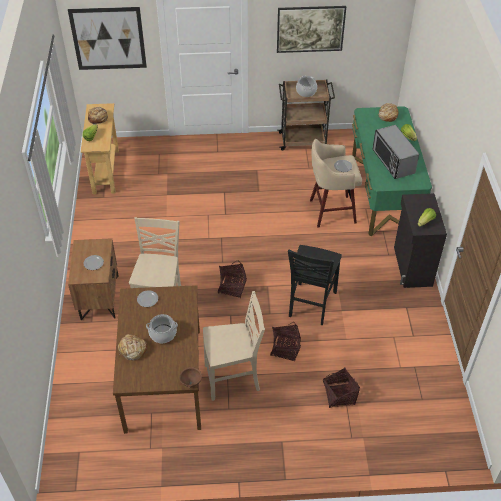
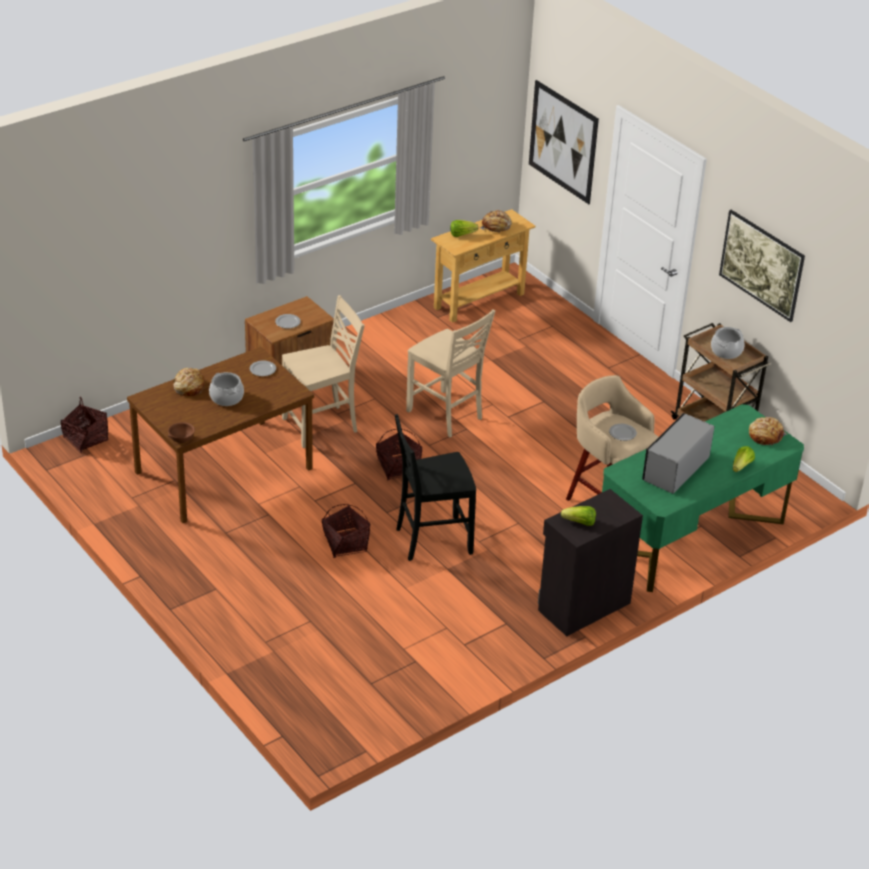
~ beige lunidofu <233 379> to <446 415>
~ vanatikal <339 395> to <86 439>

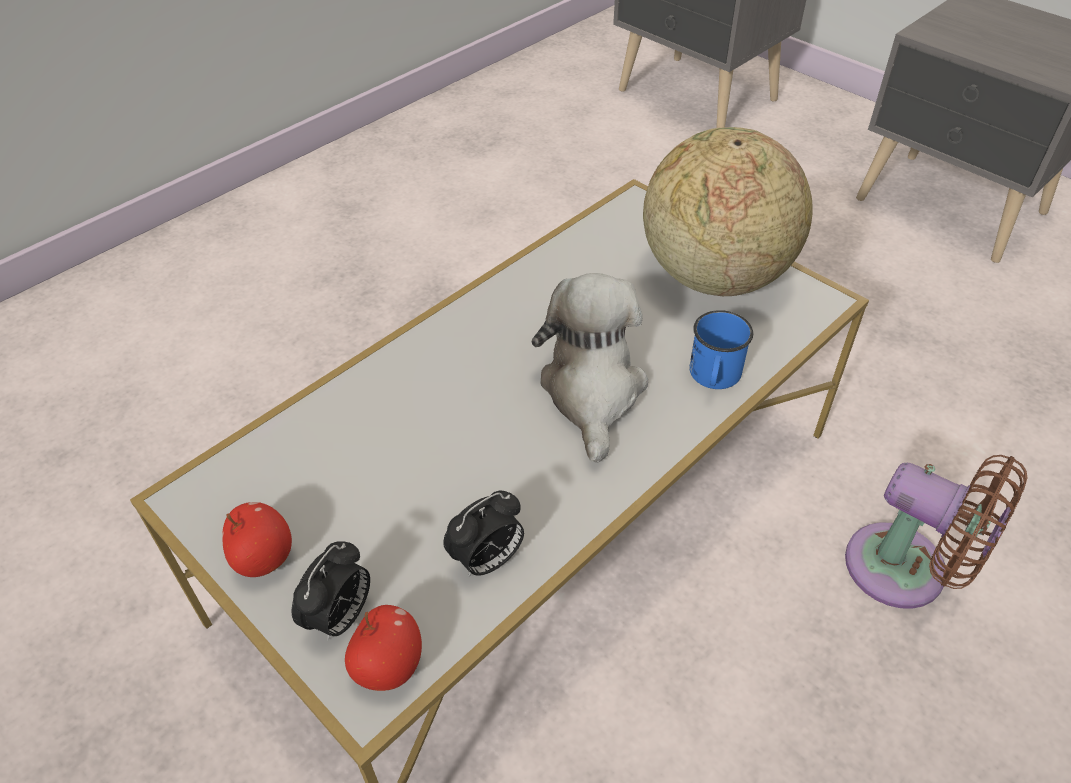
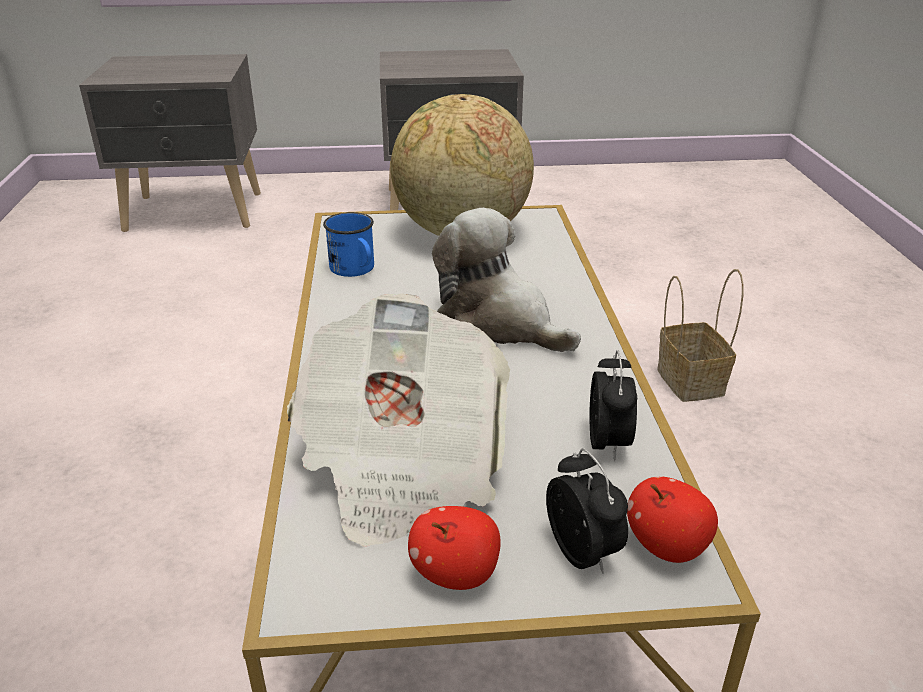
~ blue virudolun <714 377> to <355 270>
~ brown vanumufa <906 572> to vanatikal <688 380>
+ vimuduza <401 463>

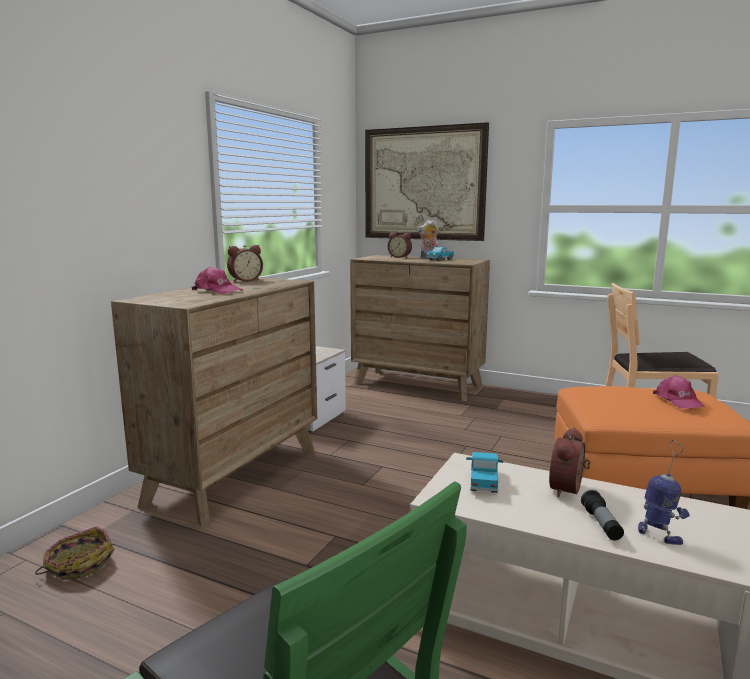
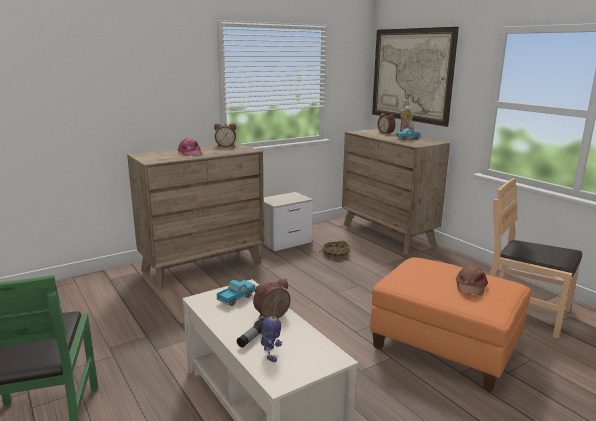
~ vanatikal <79 564> to <335 253>
~ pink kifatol <678 401> to brown kifatol <470 286>

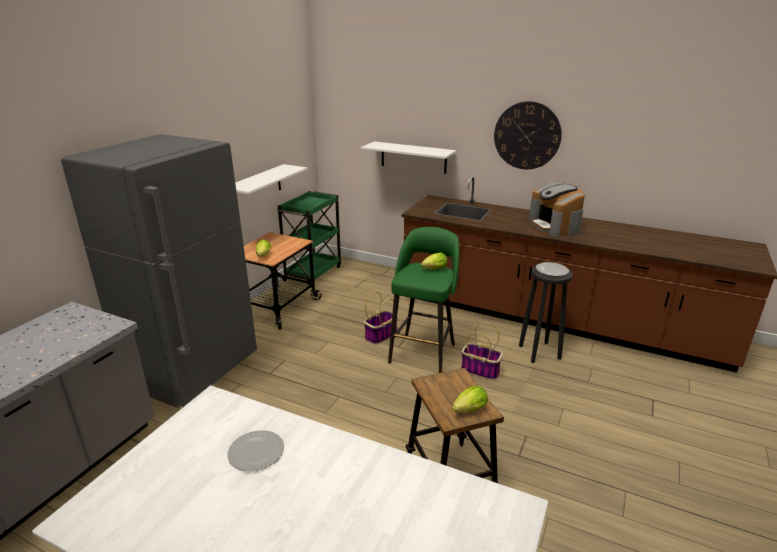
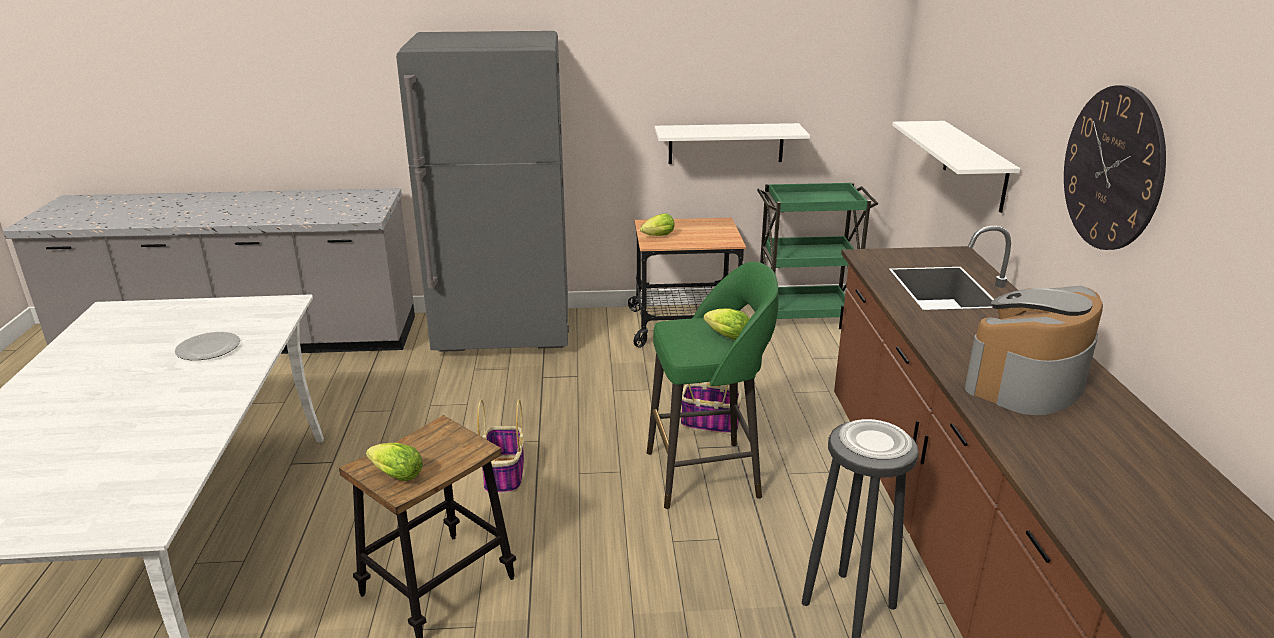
~ vanatikal <481 370> to <504 475>

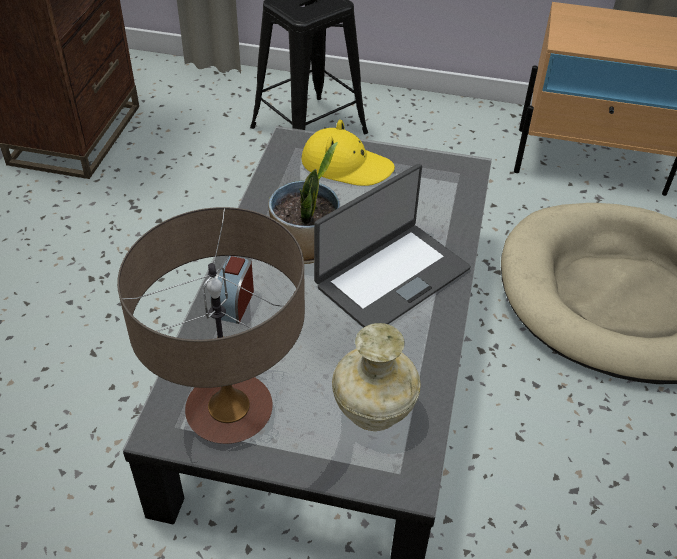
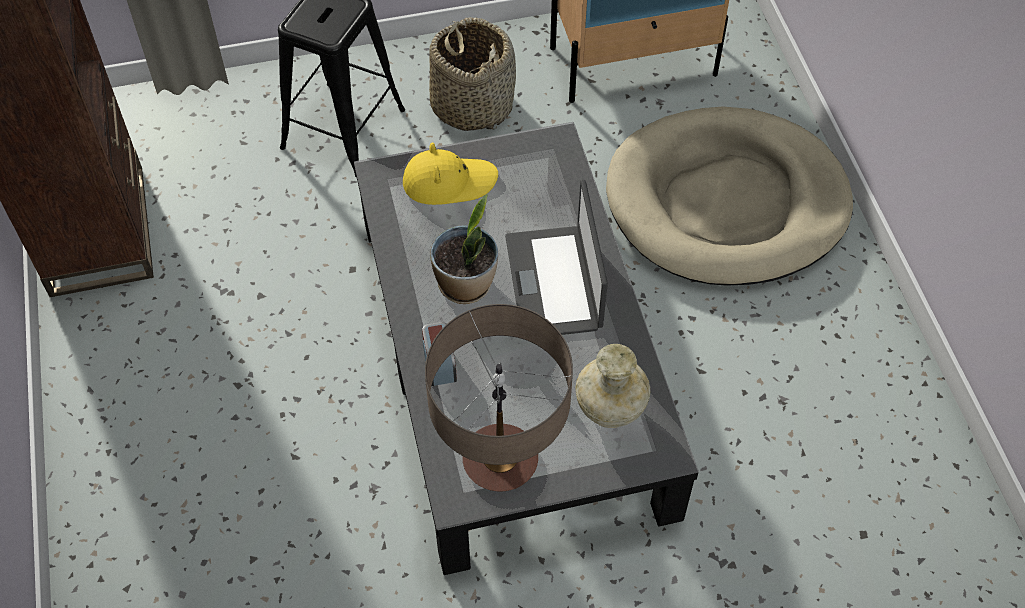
~ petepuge <391 276> = <555 282> 150 degrees clockwise
+ vanatikal <472 104>

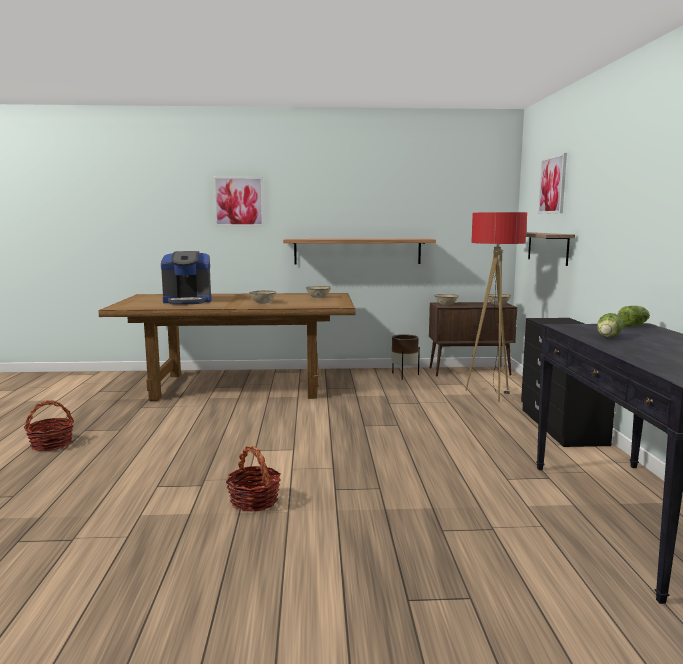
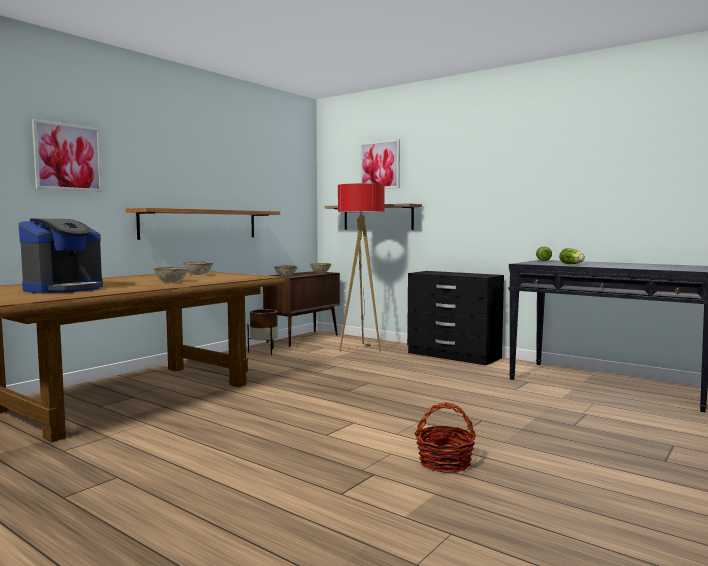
- vanatikal <51 444>

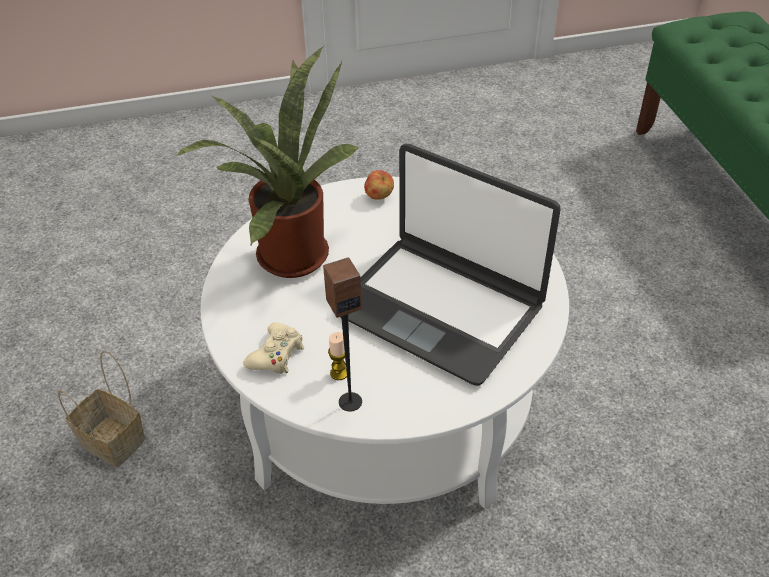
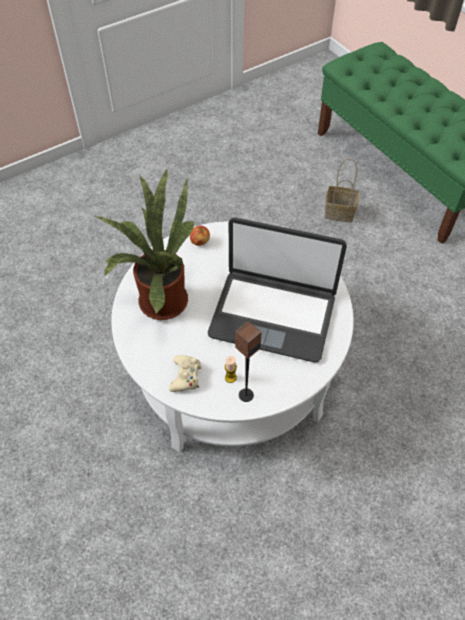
~ vanatikal <115 441> to <340 212>

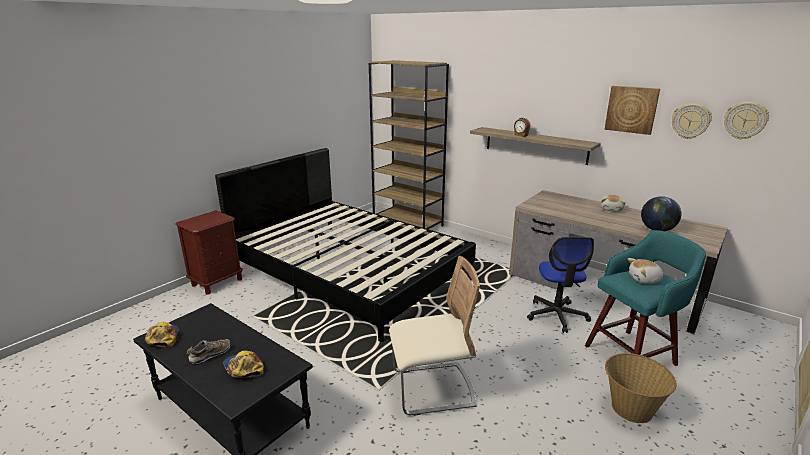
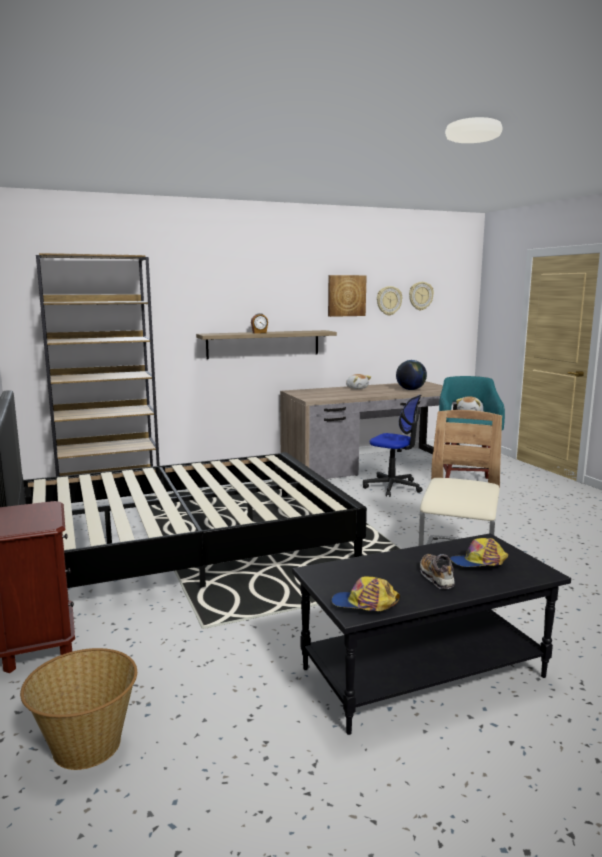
~ vanatikal <631 409> to <86 746>

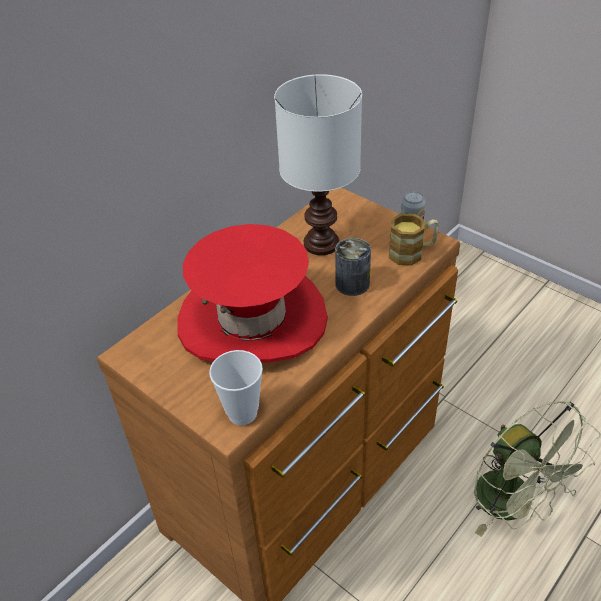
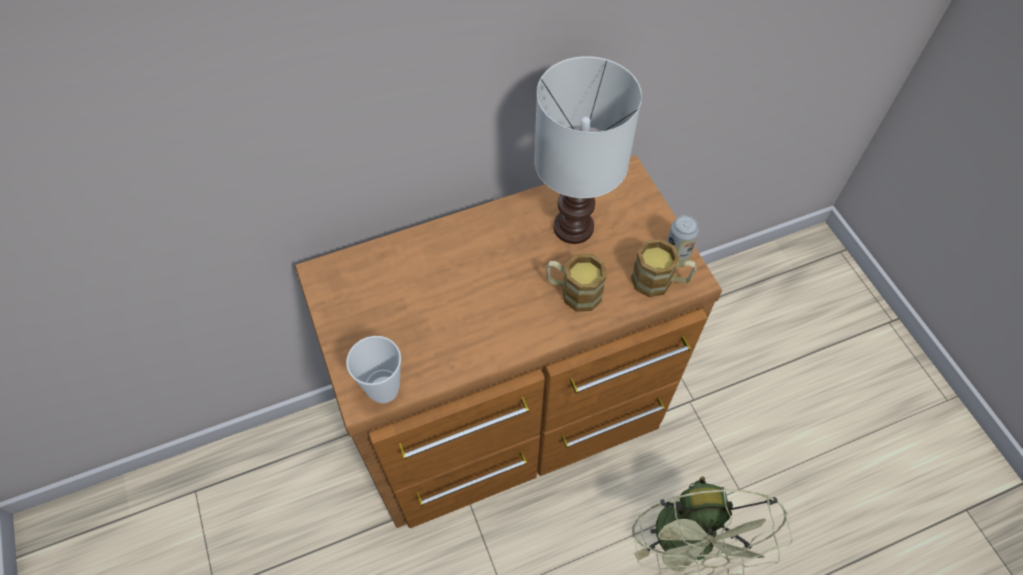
- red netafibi <252 319>
~ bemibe <352 284> to virudolun <573 292>

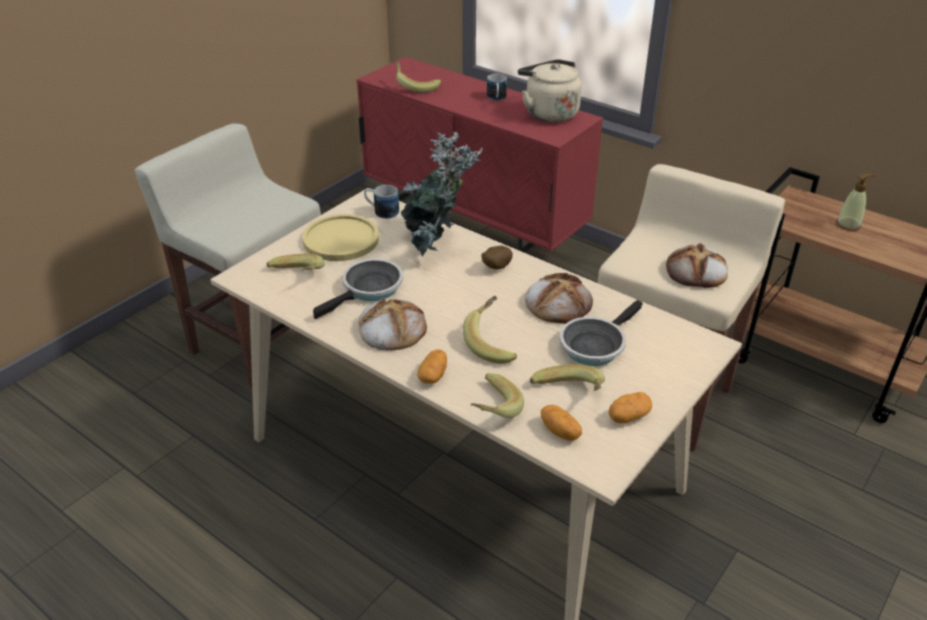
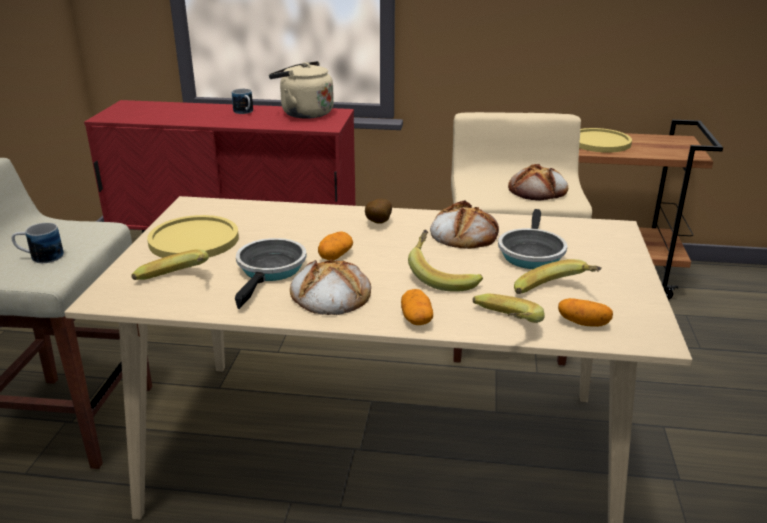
~ virudolun <381 211> to <40 257>
- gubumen <416 87>
- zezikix <436 248>
~ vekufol <628 416> to <335 256>
~ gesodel <848 224> to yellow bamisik <599 142>

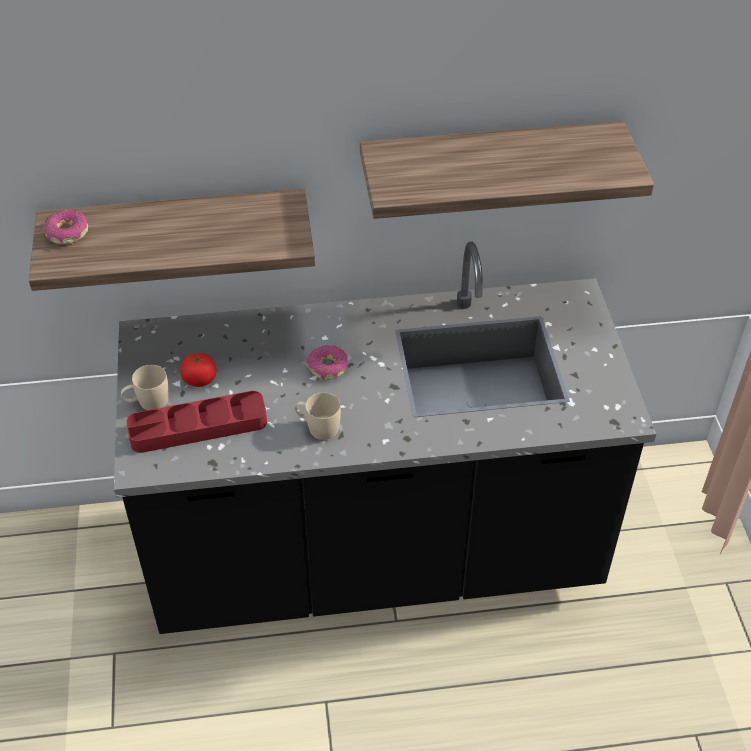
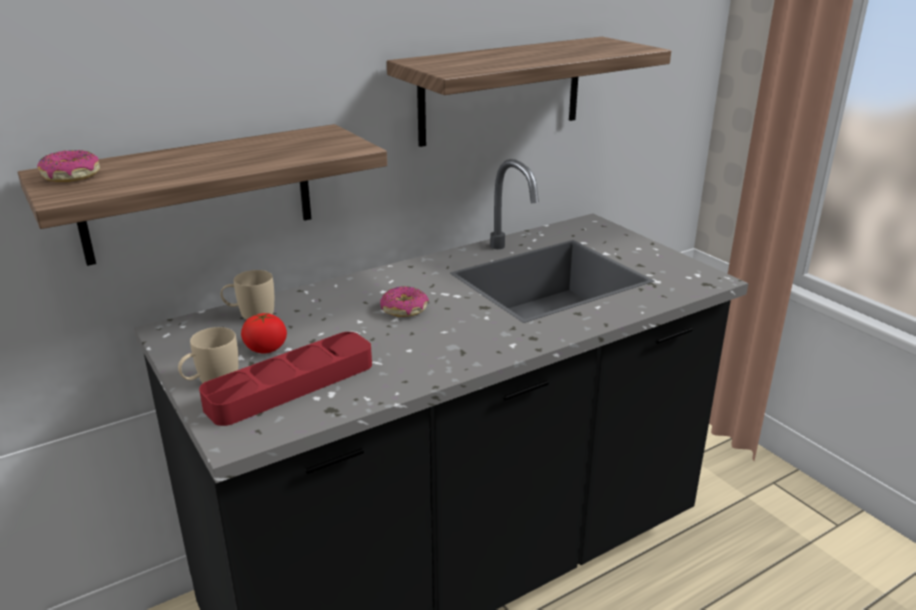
~ beige virudolun <317 427> to <250 314>

